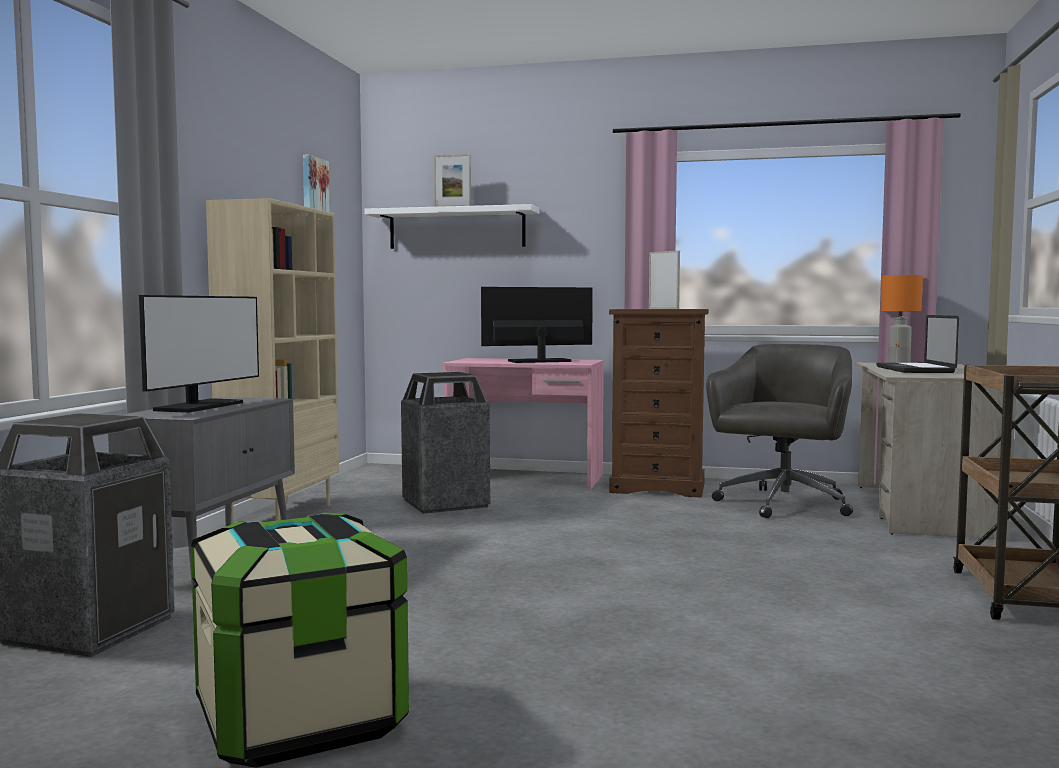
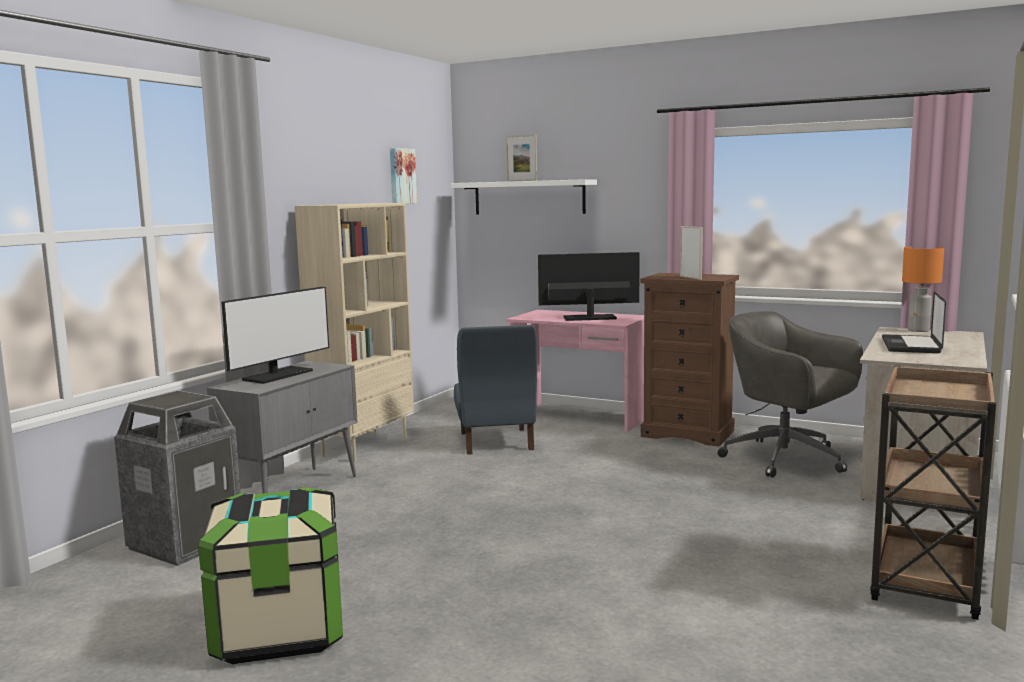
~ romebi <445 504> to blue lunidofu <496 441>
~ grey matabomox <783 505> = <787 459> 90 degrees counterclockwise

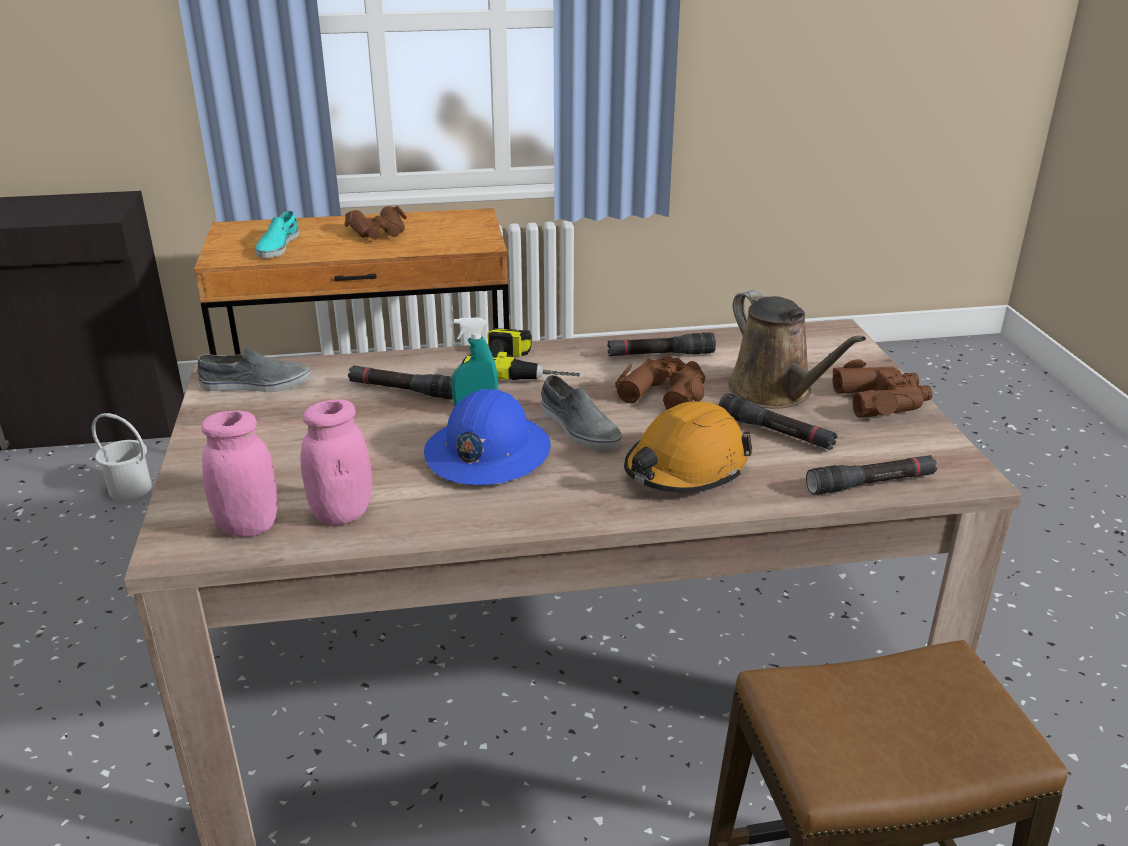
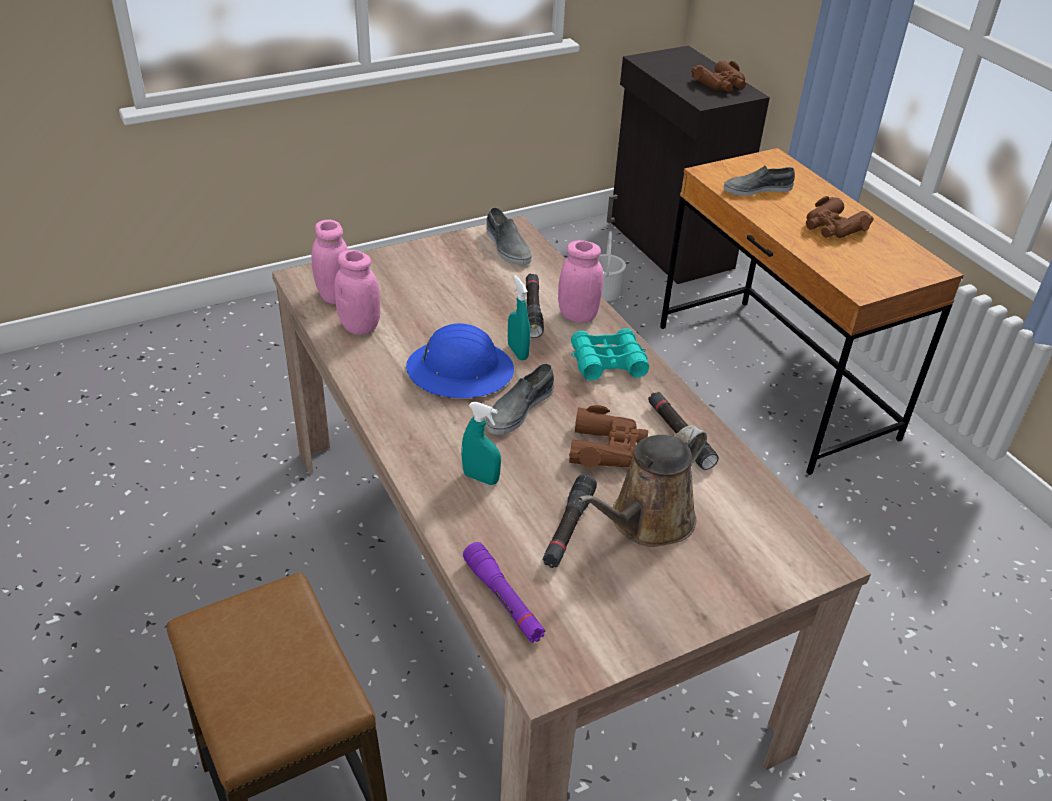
~ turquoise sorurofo <277 246> to grey sorurofo <757 189>
~ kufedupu <527 367> to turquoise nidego <607 362>
~ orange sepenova <685 469> to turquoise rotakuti <480 478>
~ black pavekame <870 484> to purple pavekame <503 599>
~ brown nidego <881 400> to <720 84>
+ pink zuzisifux <577 315>

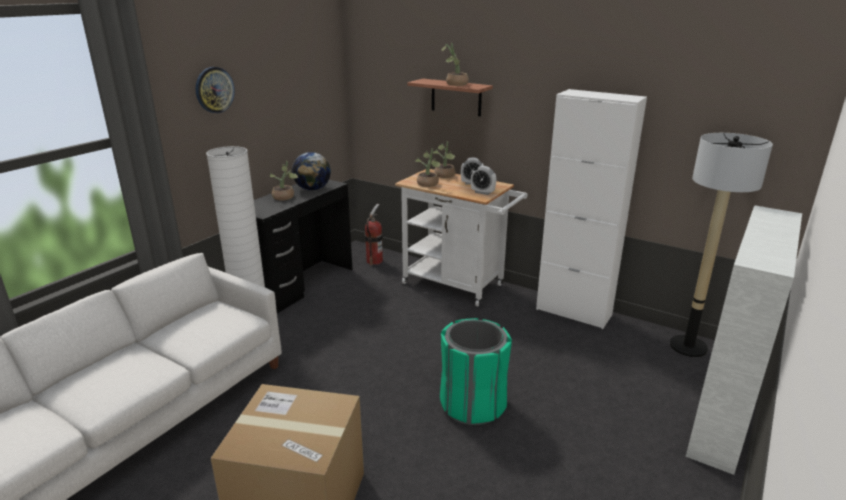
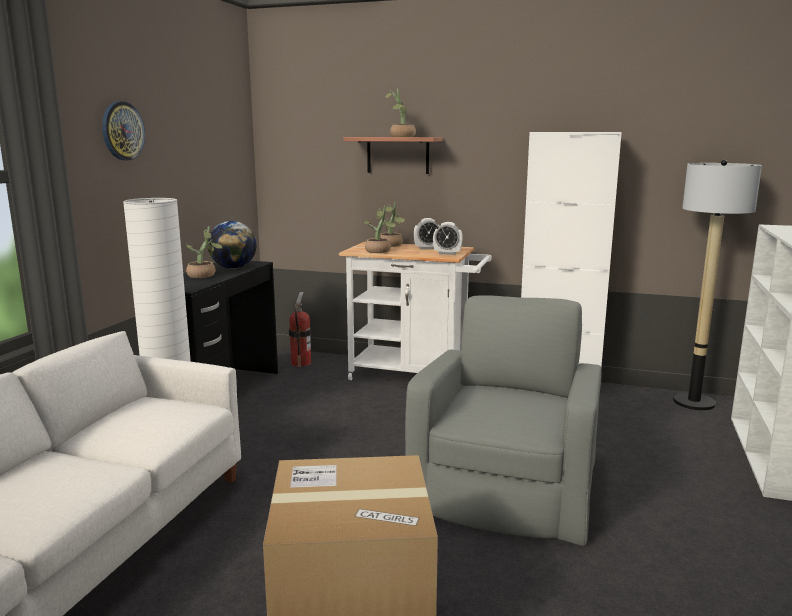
~ green romebi <472 404> to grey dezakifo <505 483>

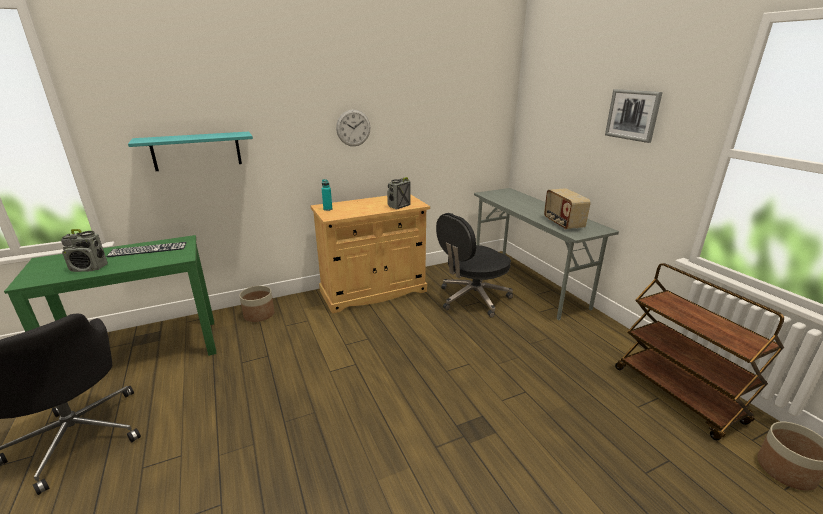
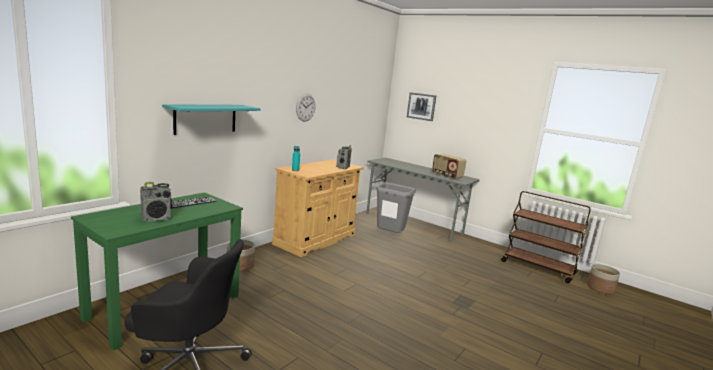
~ black matabomox <472 298> to grey romebi <389 236>
~ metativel <633 115> to <421 106>

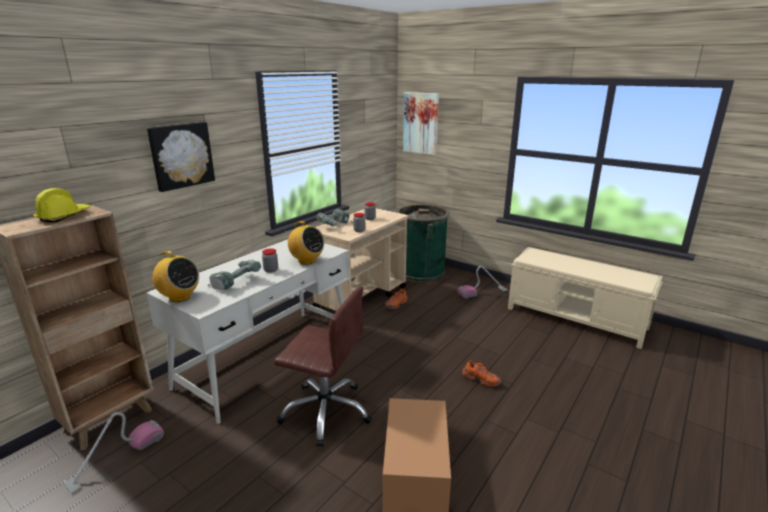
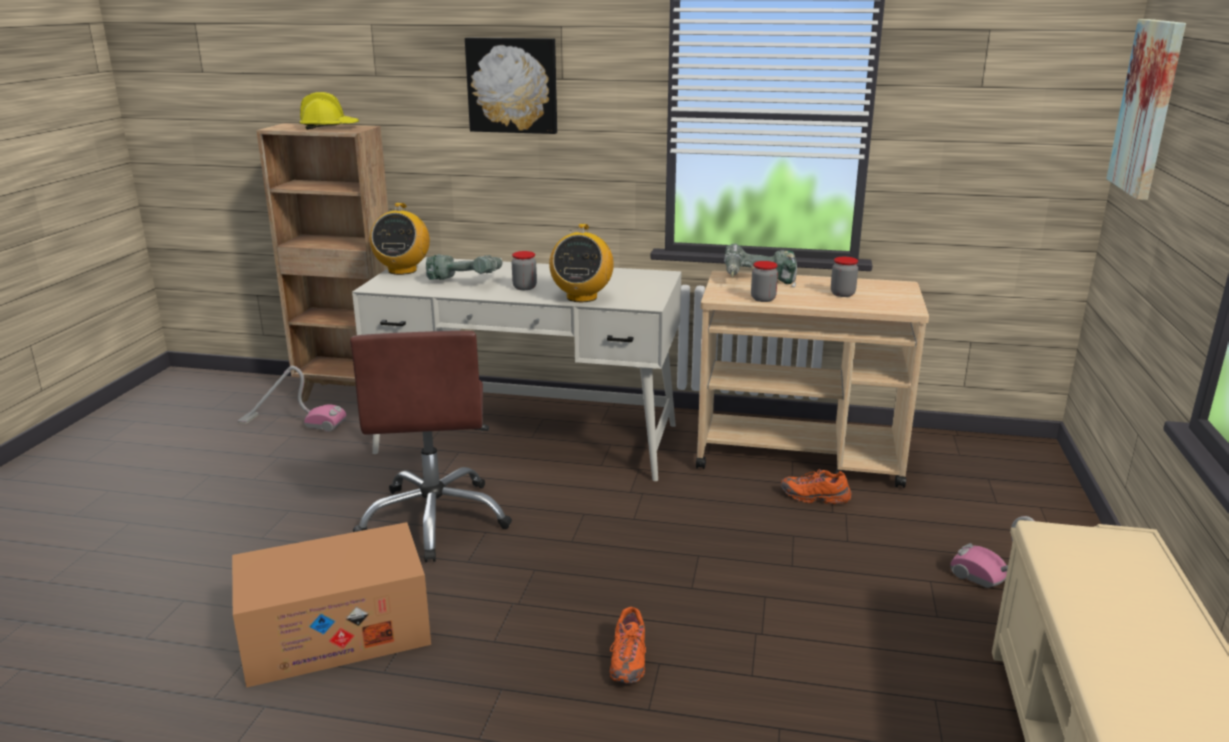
- green romebi <420 271>

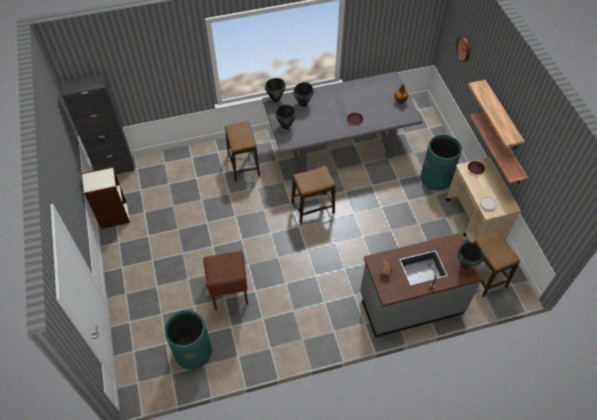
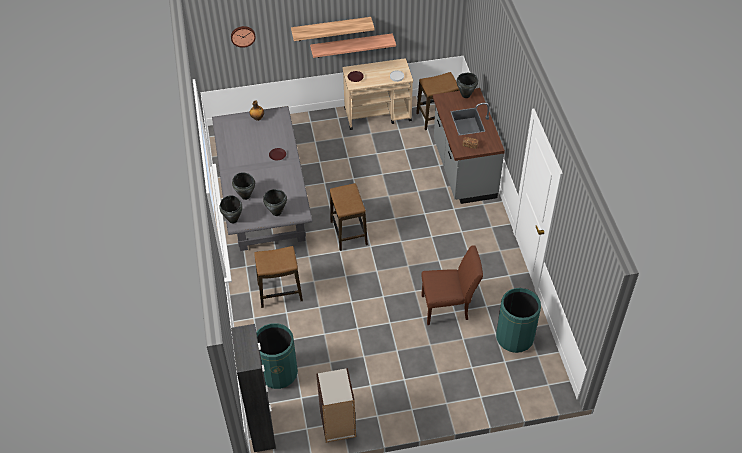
~ green romebi <435 178> to <278 373>

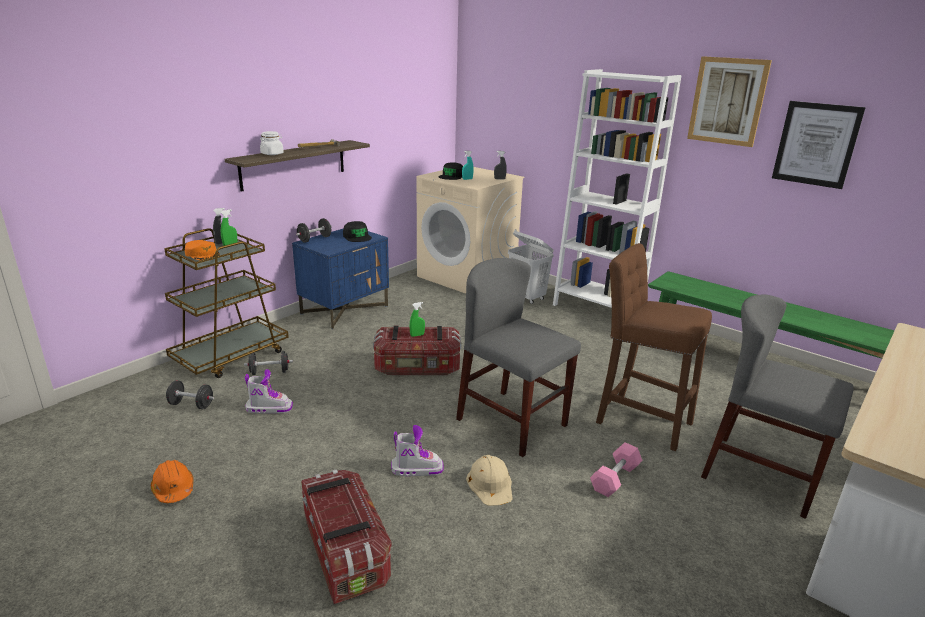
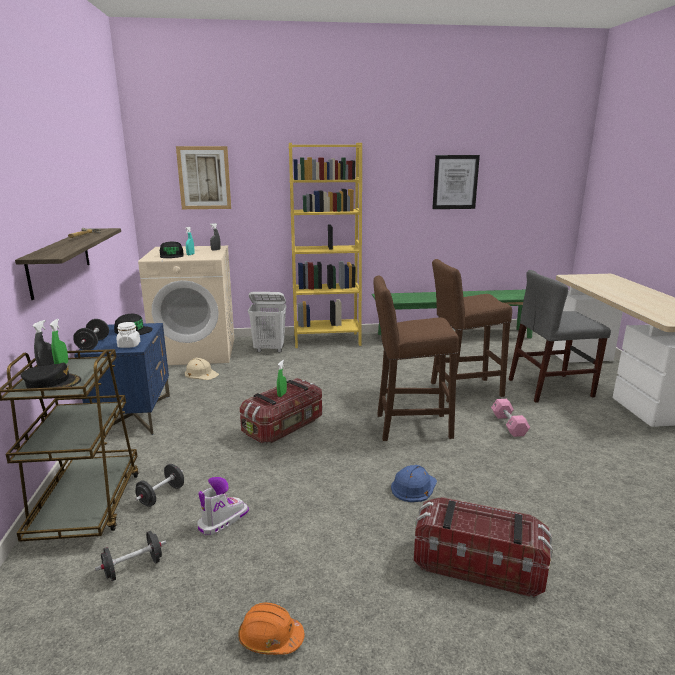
~ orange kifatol <202 254> to black kifatol <52 382>
~ white zuzisifux <272 154> to <129 345>
~ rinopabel <416 469> to blue sepenova <413 487>
~ grey lunidofu <512 422> to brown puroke <408 426>
~ beige sepenova <490 484> to <201 373>
~ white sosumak <597 309> to yellow sosumak <326 340>
~ metativel <727 101> to <204 178>

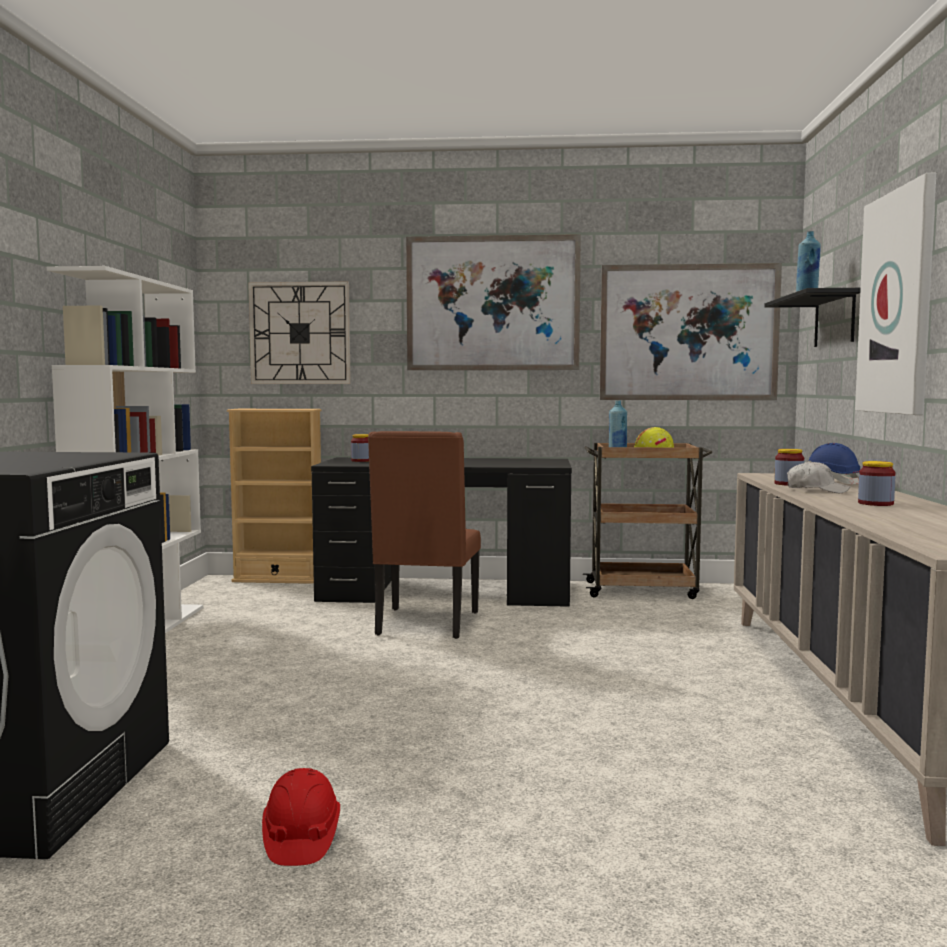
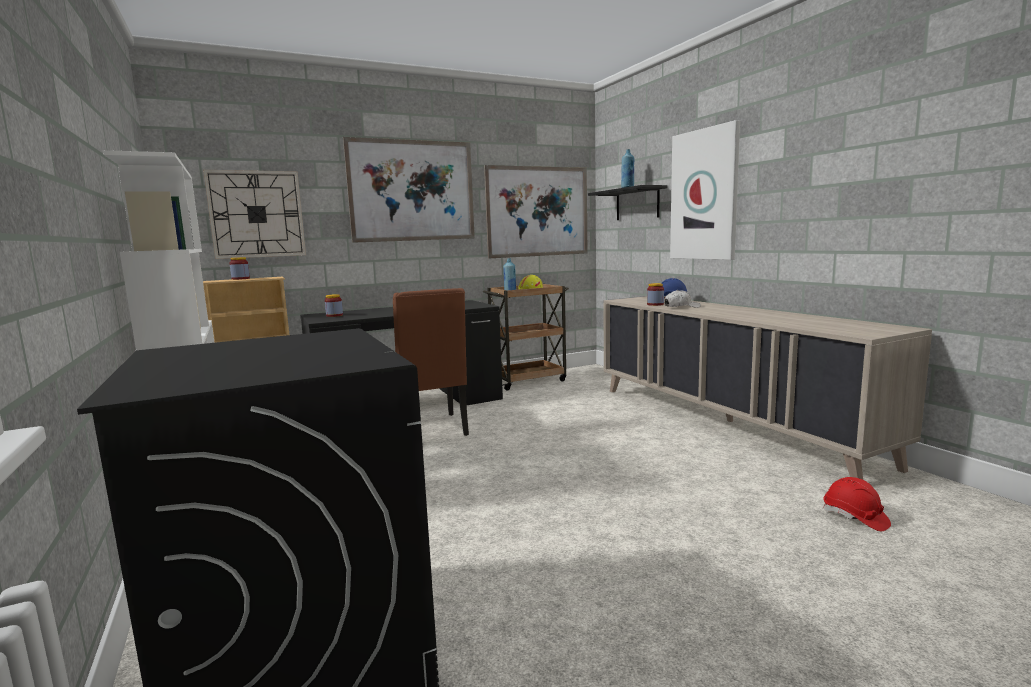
~ red sepenova <301 839> to <855 517>
~ zuzisifux <875 503> to <240 279>

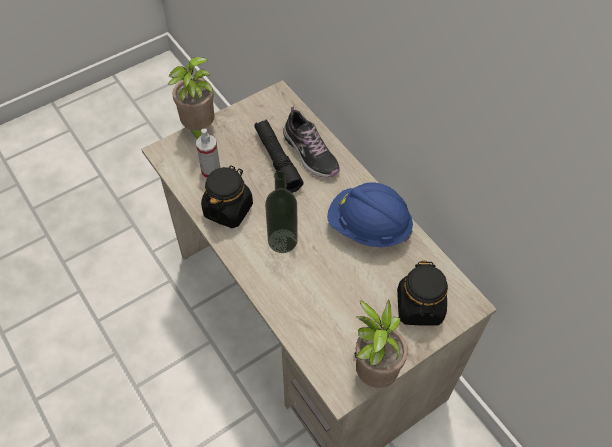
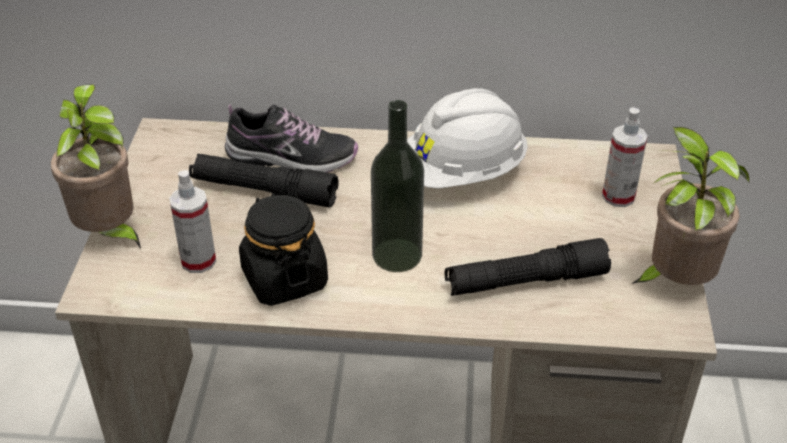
~ blue sepenova <368 227> to white sepenova <462 173>
~ black zuzisifux <419 307> to rotakuti <618 196>
+ black pavekame <525 281>

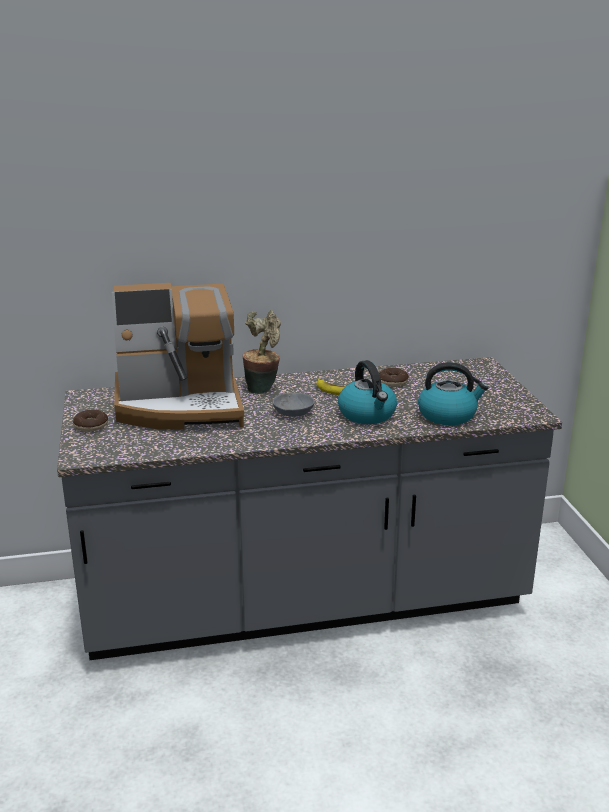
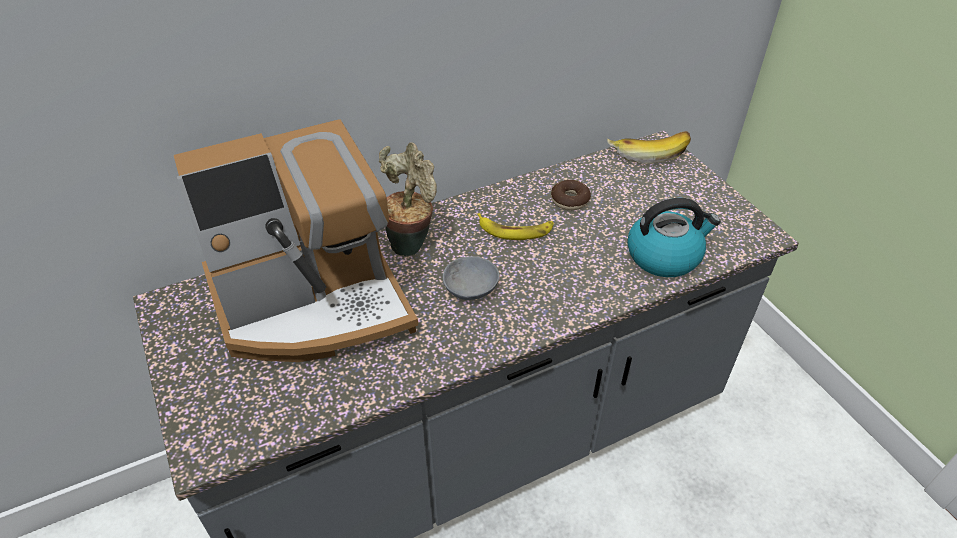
- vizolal <91 426>
- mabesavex <367 415>
+ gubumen <648 152>

